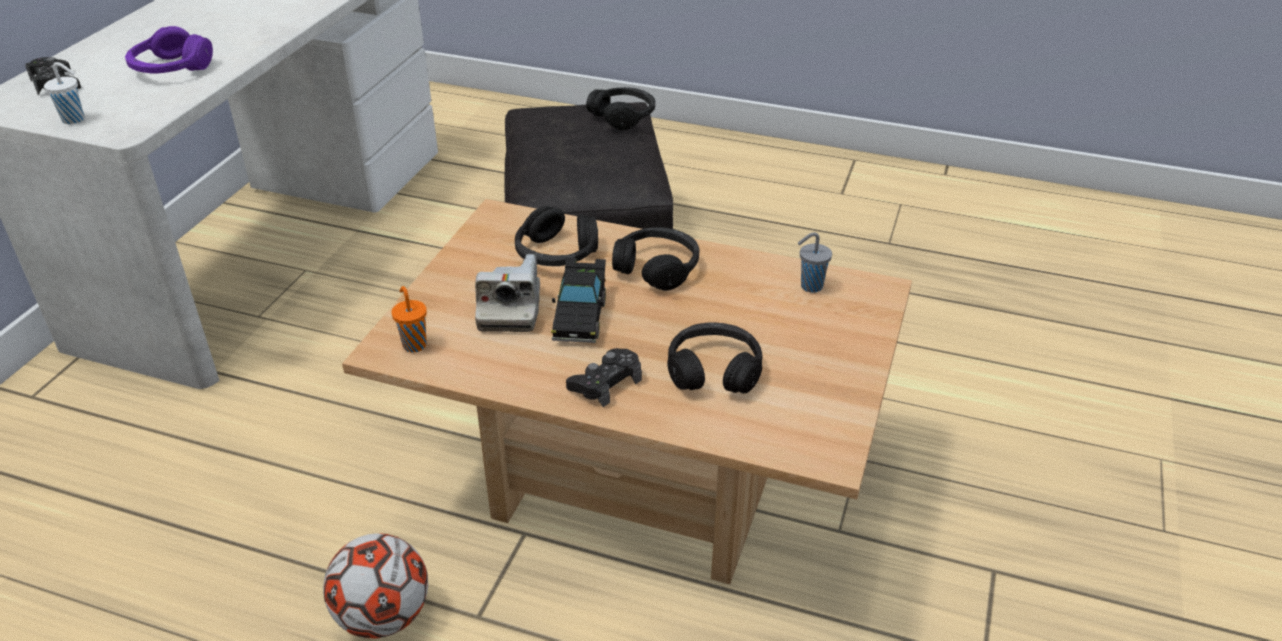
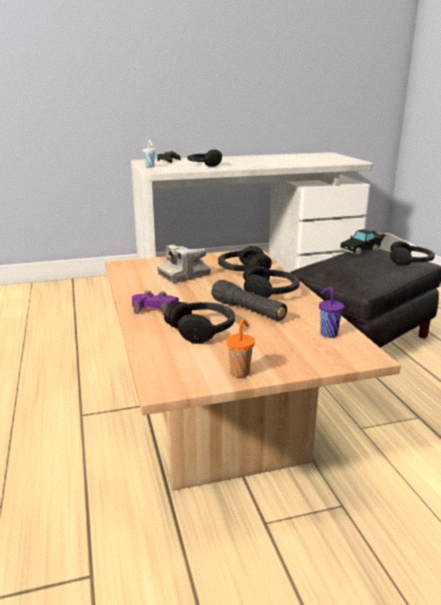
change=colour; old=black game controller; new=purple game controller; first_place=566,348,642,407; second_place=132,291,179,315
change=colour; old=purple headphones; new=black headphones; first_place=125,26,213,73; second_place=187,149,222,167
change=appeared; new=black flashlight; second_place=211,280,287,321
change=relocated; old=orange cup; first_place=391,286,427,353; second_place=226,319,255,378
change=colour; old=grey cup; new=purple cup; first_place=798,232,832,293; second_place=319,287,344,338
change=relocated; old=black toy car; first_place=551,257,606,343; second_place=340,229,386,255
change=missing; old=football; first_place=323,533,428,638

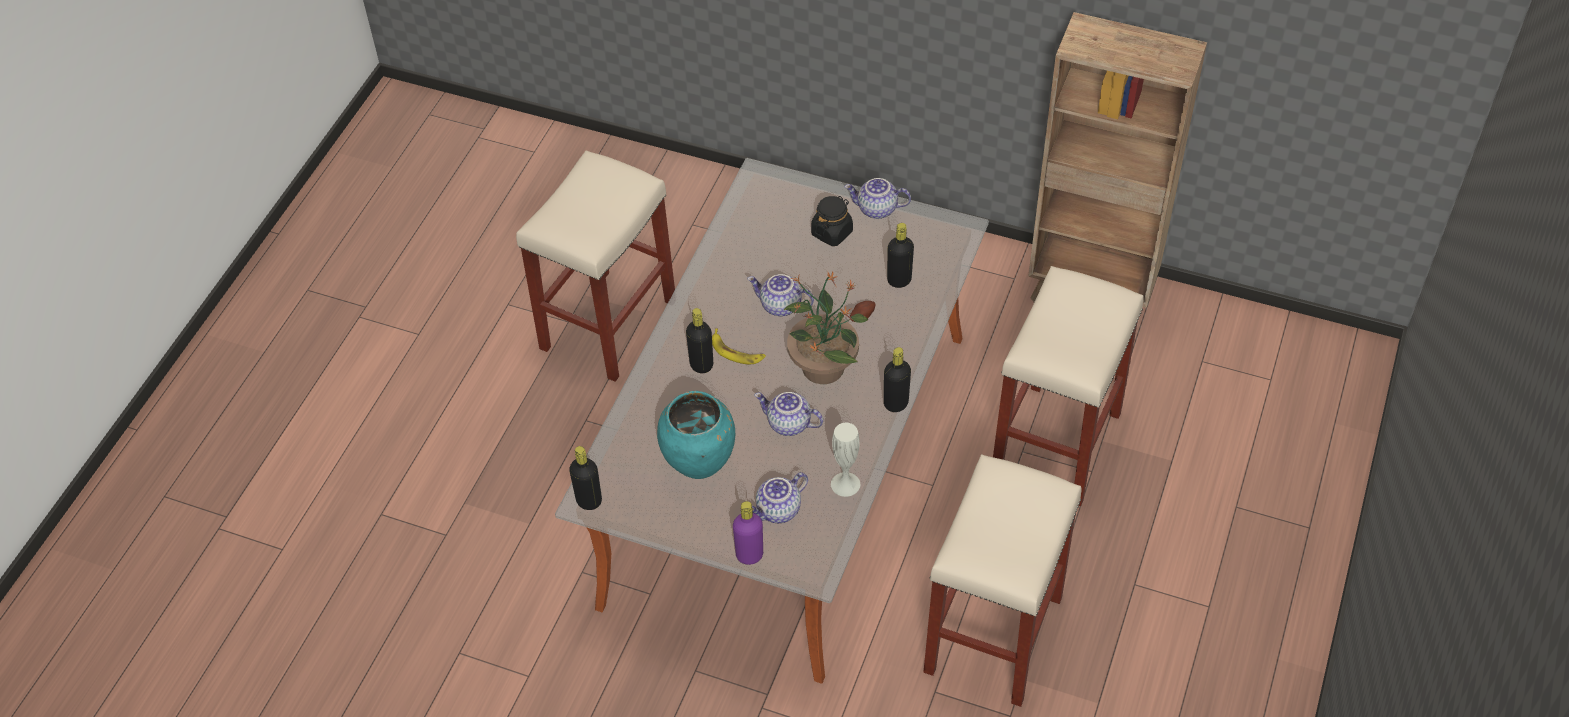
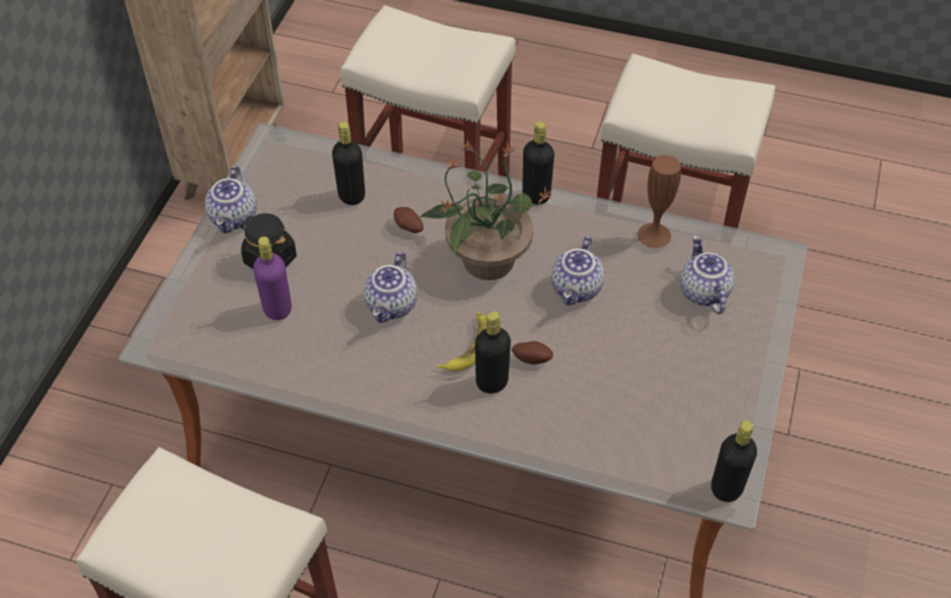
change=relocated; old=purple bottle; first_place=733,501,763,565; second_place=253,236,292,320
change=appeared; new=potato; second_place=512,341,553,365
change=colour; old=white vase; new=brown vase; first_place=831,423,860,497; second_place=637,155,681,248
change=spun; old=teapot; first_place=752,472,808,523; second_place=680,235,734,314; degrees=-150
change=missing; old=turquoise vase; first_place=657,391,735,479

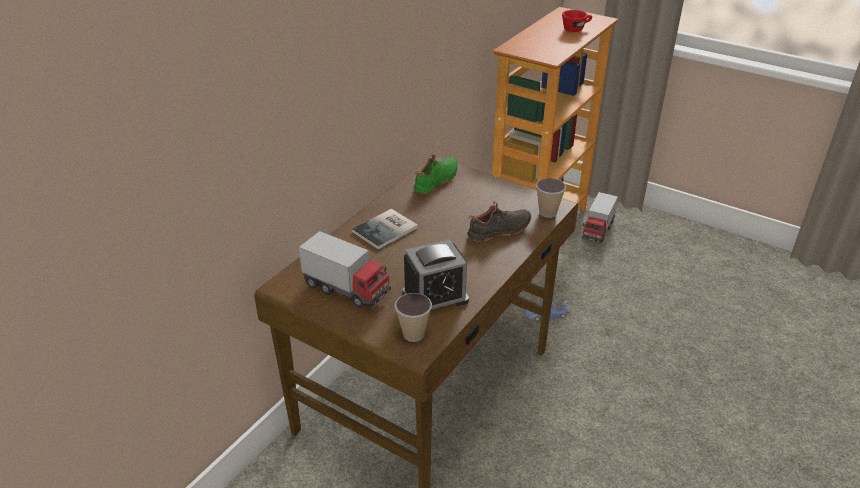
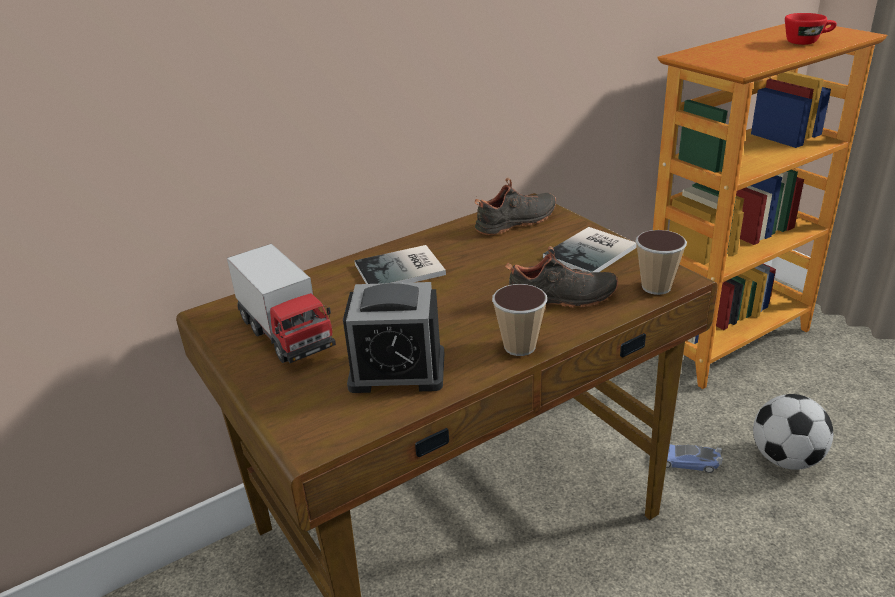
change=colour; old=green shoe; new=black shoe; first_place=414,154,458,194; second_place=475,178,556,235
change=relocated; old=cup; first_place=395,293,432,342; second_place=492,284,547,356
change=appeared; new=book; second_place=543,227,637,272
change=appeared; new=football; second_place=753,394,833,470
change=missing; old=toy truck; first_place=582,192,618,243

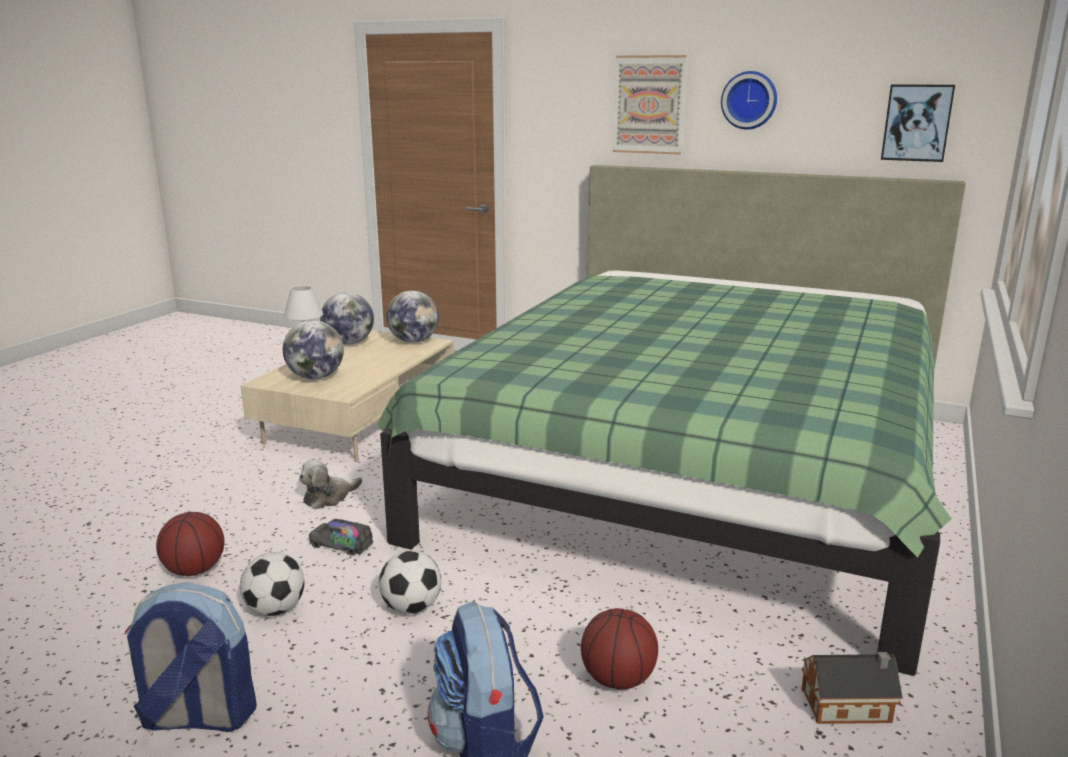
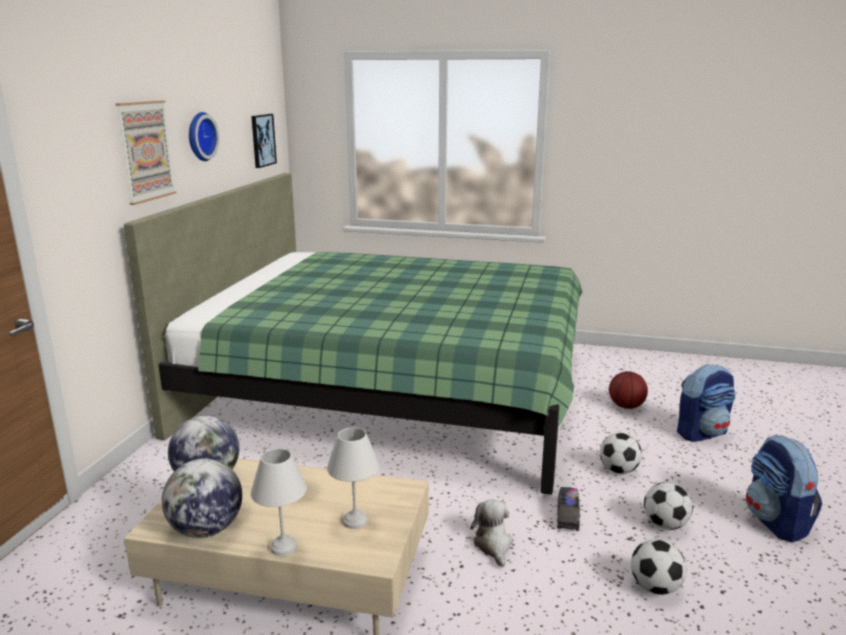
change=exchanged; old=globe; new=white table lamp; first_place=283,320,344,379; second_place=327,427,379,529
change=spun; old=plush toy; first_place=299,460,362,509; second_place=470,500,513,567; degrees=-135
change=exchanged; old=basketball; new=football; first_place=156,512,225,576; second_place=631,539,686,595
change=missing; old=toy house; first_place=801,652,903,724

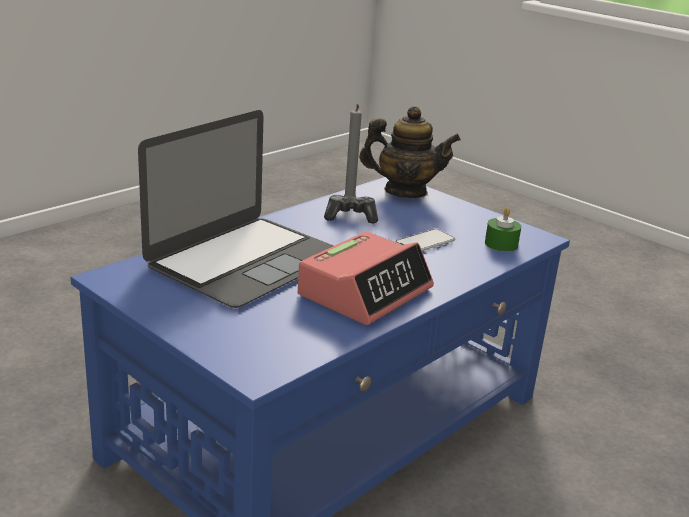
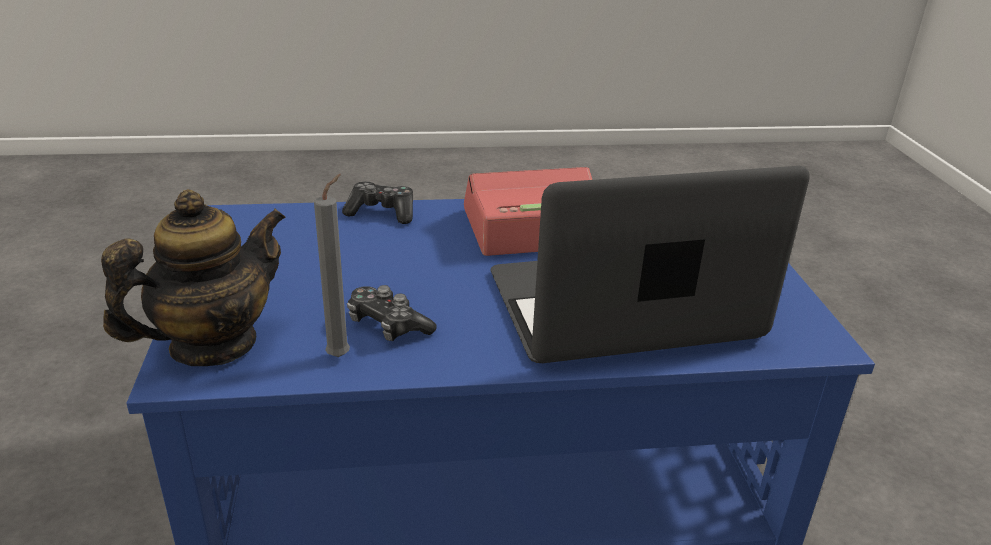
change=spun; old=teapot; first_place=359,106,461,198; second_place=101,189,285,366; degrees=90
change=appeared; new=game controller; second_place=342,181,413,224
change=missing; old=phone; first_place=395,229,455,251
change=missing; old=green candle; first_place=485,208,522,252

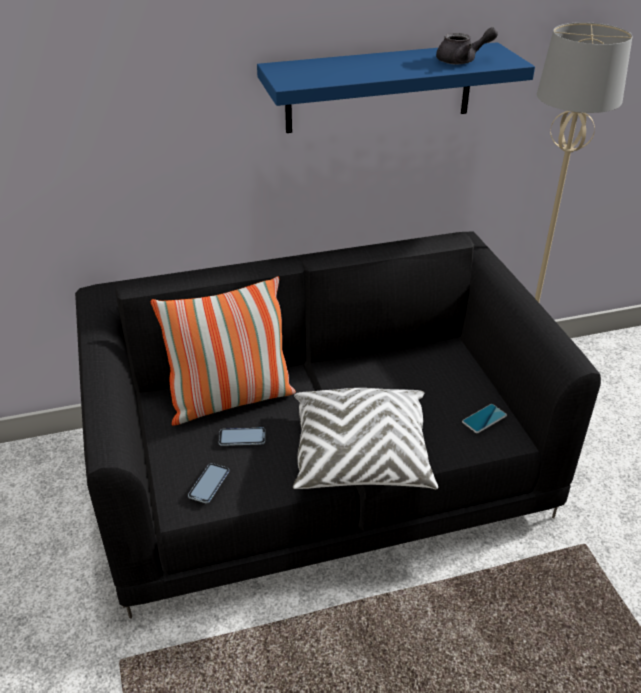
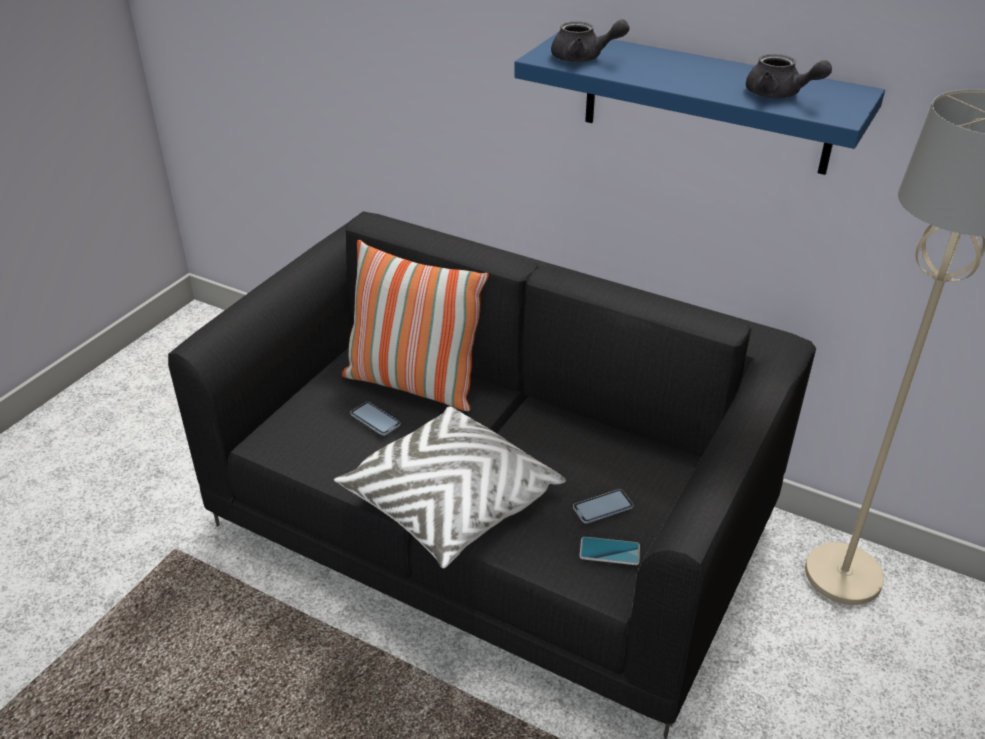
change=appeared; new=grey teapot; second_place=551,19,629,62
change=relocated; old=phone; first_place=188,463,229,503; second_place=573,489,633,524

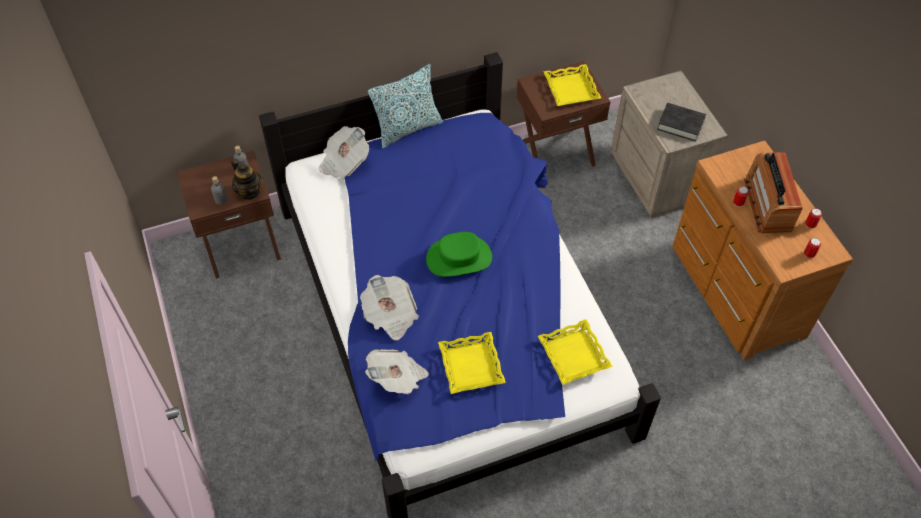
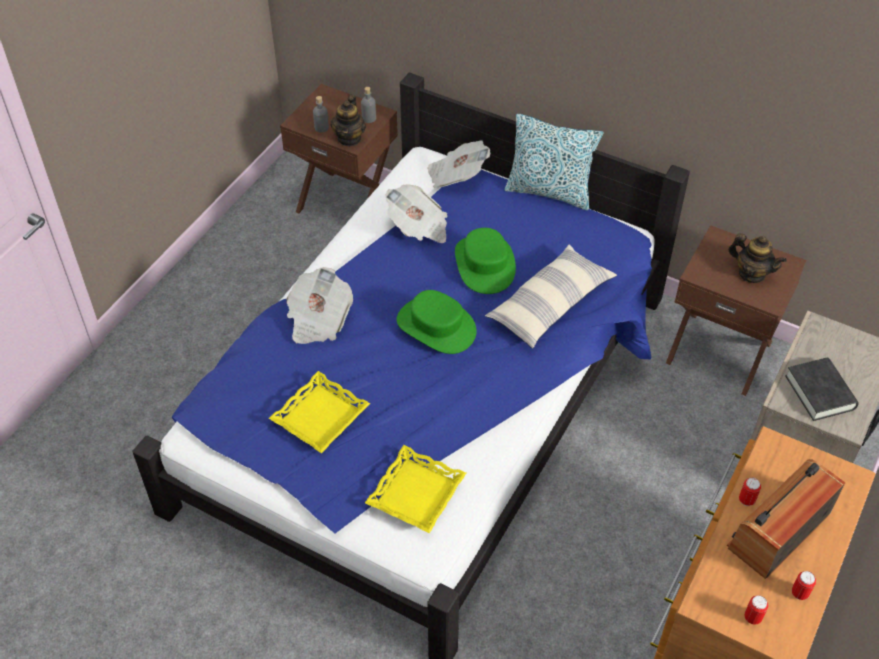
change=relocated; old=newspaper; first_place=365,349,429,395; second_place=385,184,447,243
change=appeared; new=green hat; second_place=455,228,516,294
change=appeared; new=pillow; second_place=485,244,617,349
change=exchanged; old=yellow tray; new=teapot; first_place=543,64,601,106; second_place=728,233,787,283

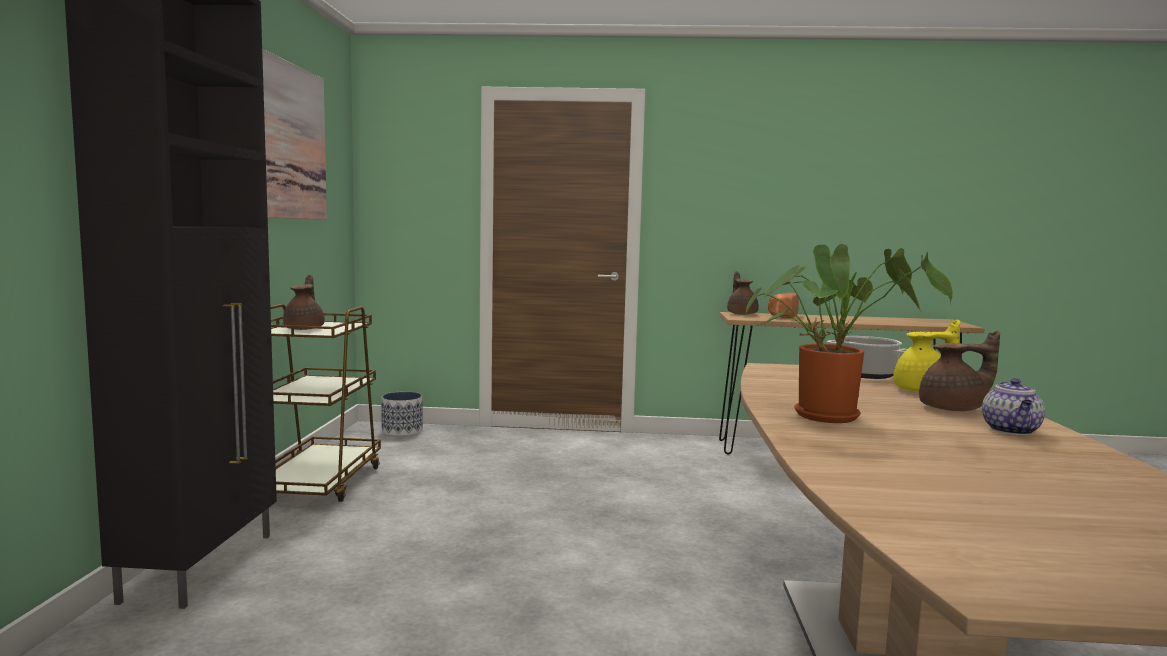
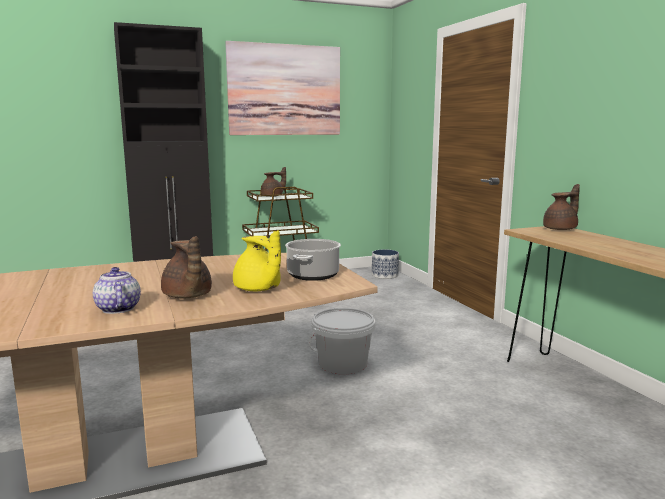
change=spun; old=teapot; first_place=982,378,1045,435; second_place=93,267,141,314; degrees=75
change=appeared; new=white bucket; second_place=308,308,375,375
change=missing; old=potted plant; first_place=745,244,953,423
change=missing; old=bread; first_place=768,293,799,319

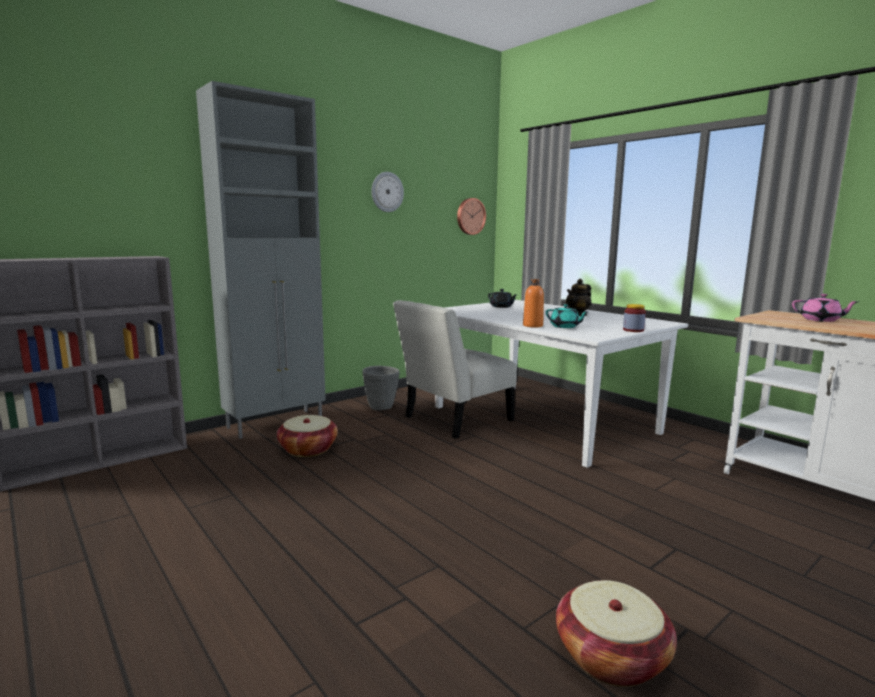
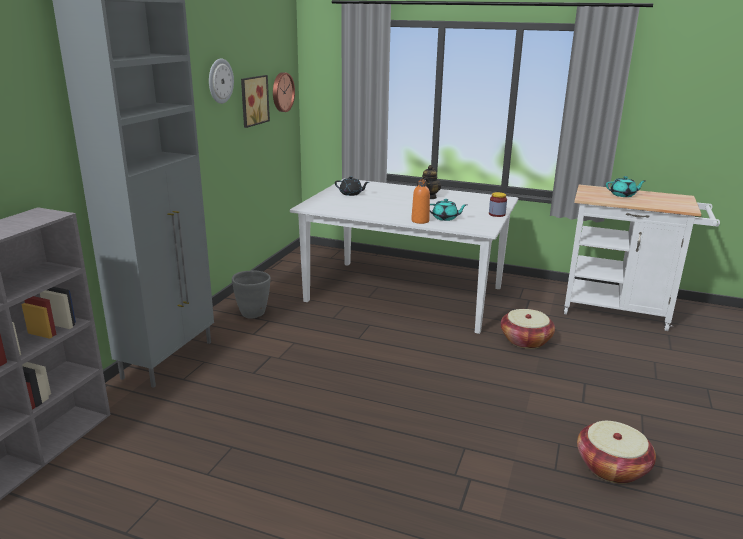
change=appeared; new=picture; second_place=241,75,270,128
change=relocated; old=basket; first_place=277,415,338,457; second_place=501,309,555,349
change=colour; old=pink teapot; new=turquoise teapot; first_place=792,294,859,322; second_place=606,176,645,197
change=missing; old=white chair; first_place=393,300,517,439

